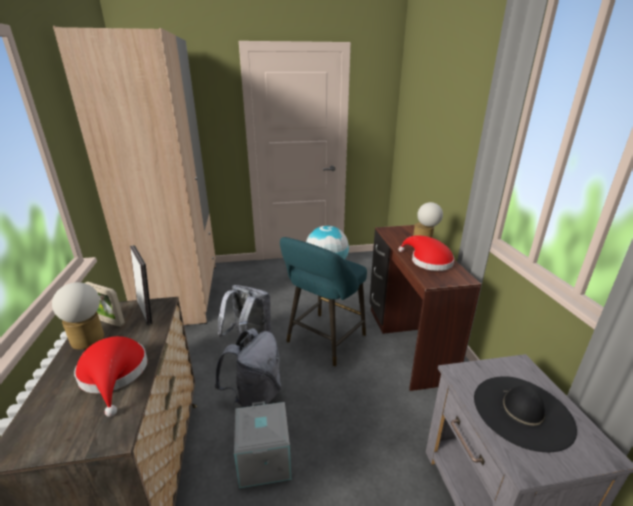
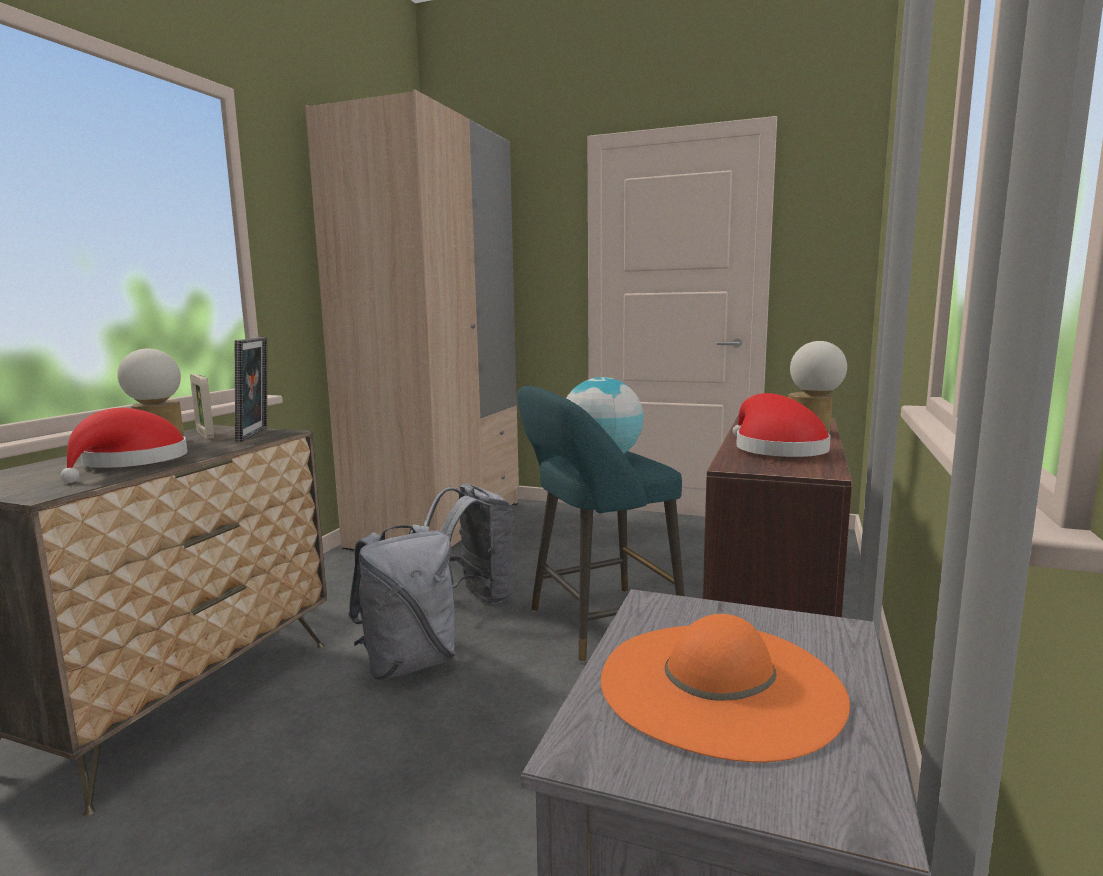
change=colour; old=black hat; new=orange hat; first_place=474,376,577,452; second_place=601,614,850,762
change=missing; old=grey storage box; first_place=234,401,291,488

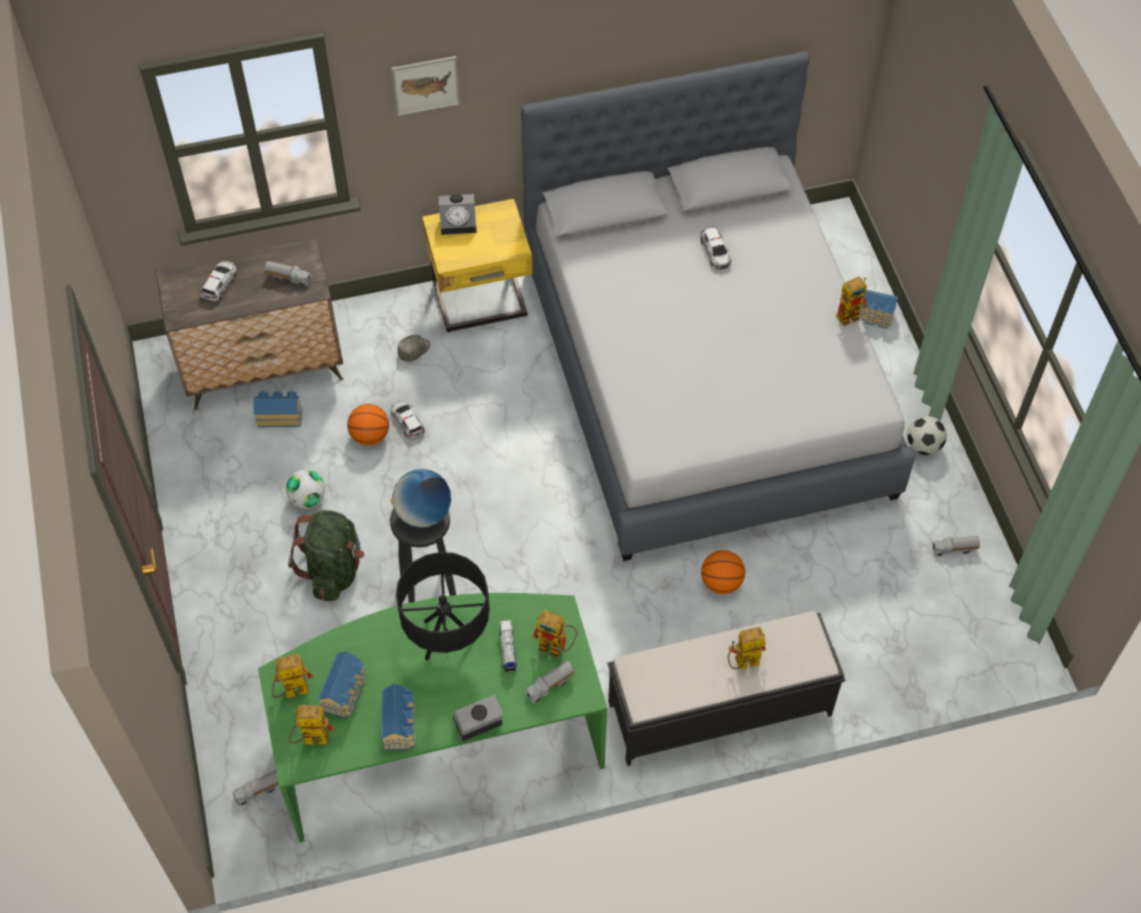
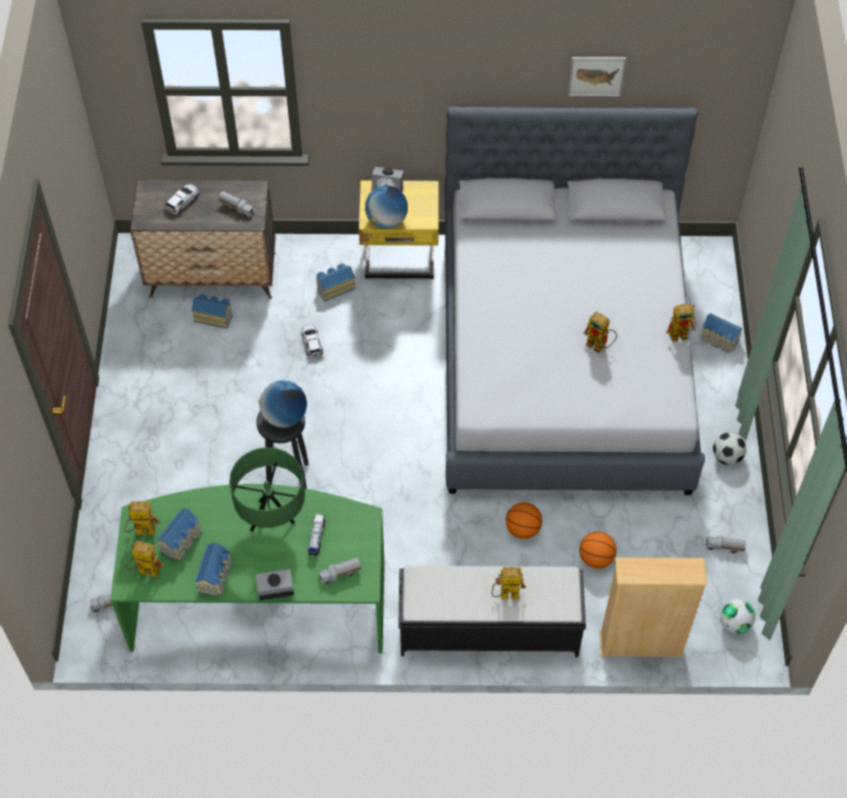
change=colour; old=black table lamp; new=green table lamp; first_place=396,552,490,660; second_place=229,447,305,532
change=exchanged; old=grey cap; new=toy house; first_place=397,335,430,362; second_place=316,263,355,302
change=appeared; new=globe; second_place=365,186,408,229
change=relocated; old=picture; first_place=391,56,460,116; second_place=568,57,626,97
change=relocated; old=basketball; first_place=347,404,389,446; second_place=579,532,617,569
change=relocated; old=toy robot; first_place=532,610,577,658; second_place=583,311,617,353
change=appeared; new=beige bookcase; second_place=599,557,707,657
change=relocated; old=football; first_place=286,469,325,508; second_place=720,599,755,634
change=missing; old=green backpack; first_place=288,510,364,601
change=missing; old=toy car; first_place=700,227,731,269

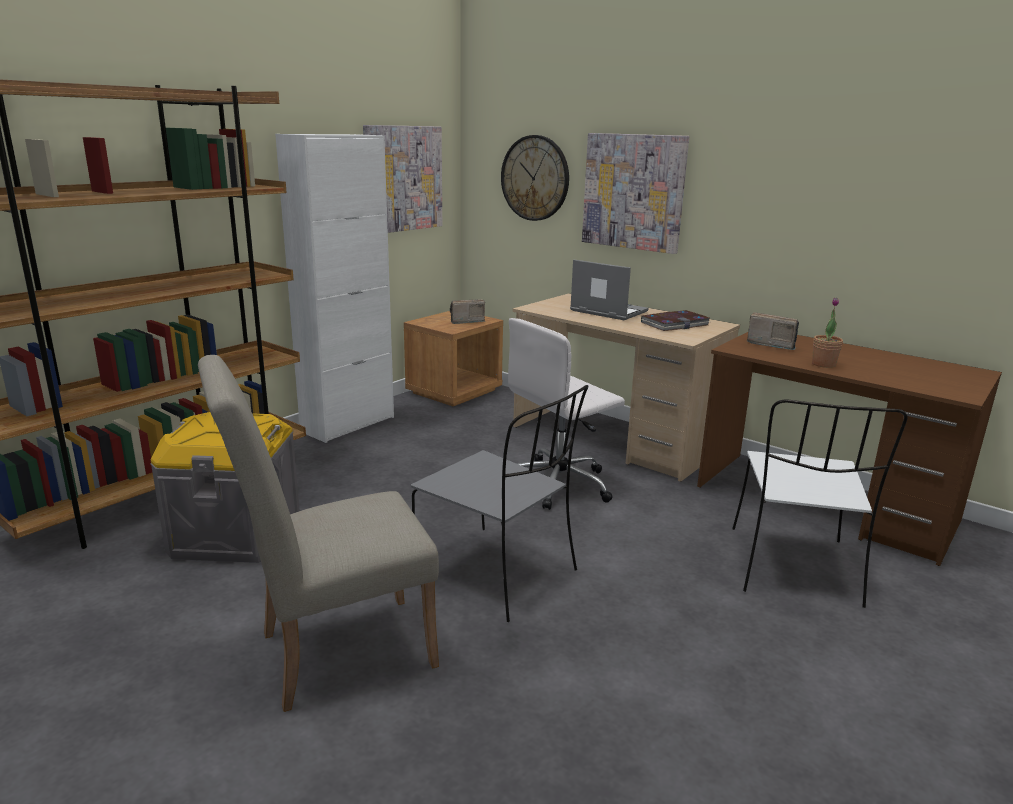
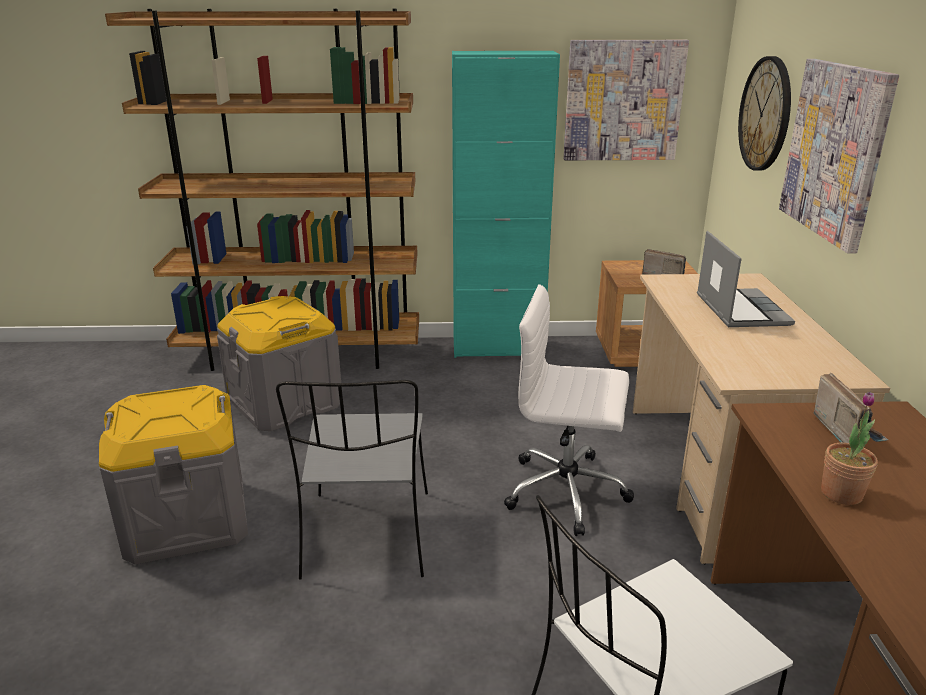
change=exchanged; old=beige chair; new=grey storage box; first_place=198,355,439,712; second_place=99,385,248,565
change=colour; old=white cabinet; new=turquoise cabinet; first_place=275,134,394,443; second_place=452,51,560,358
change=missing; old=book; first_place=641,310,710,331

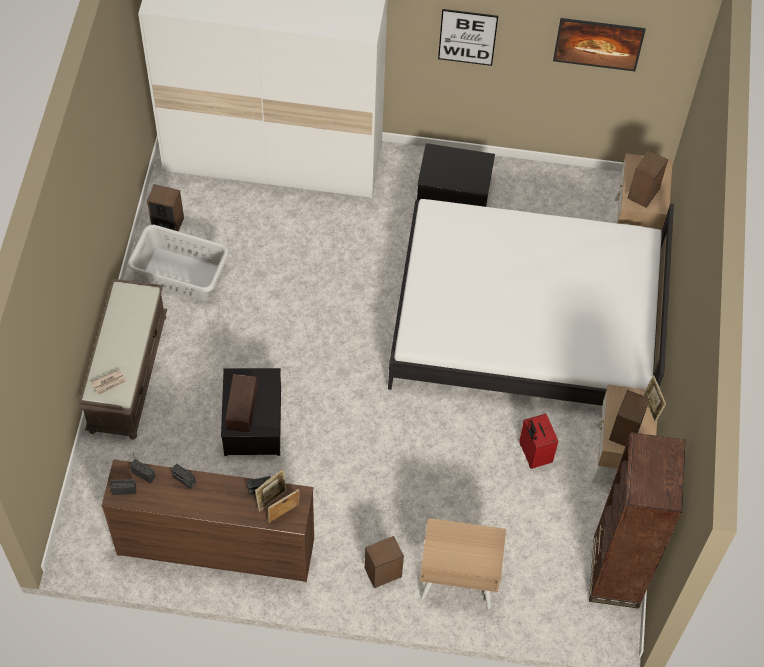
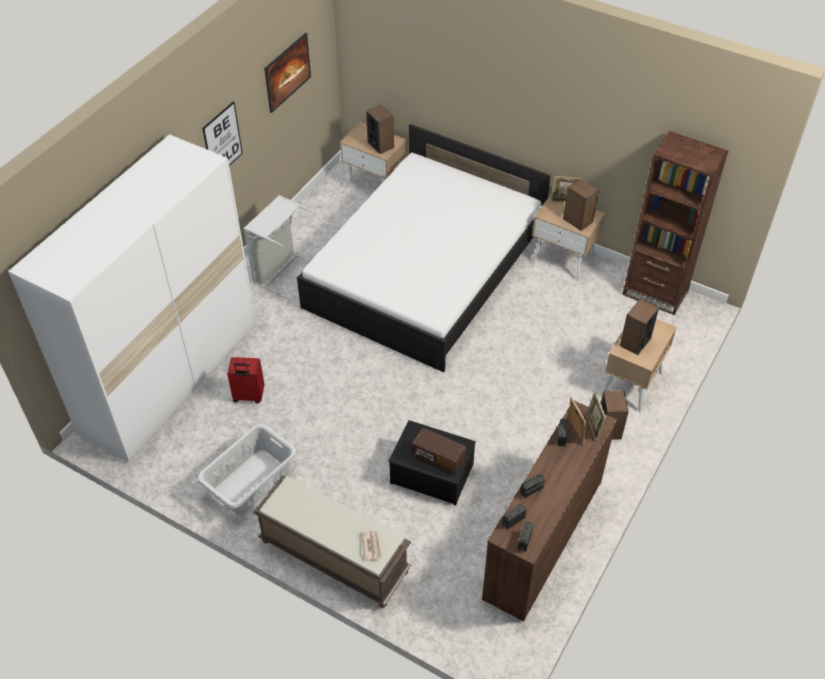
change=relocated; old=red suitcase; first_place=519,413,558,469; second_place=227,357,265,403
change=exchanged; old=storage box; new=grey laundry basket; first_place=417,143,495,207; second_place=244,195,317,300
change=relocated; old=speaker; first_place=147,184,184,232; second_place=620,298,659,355

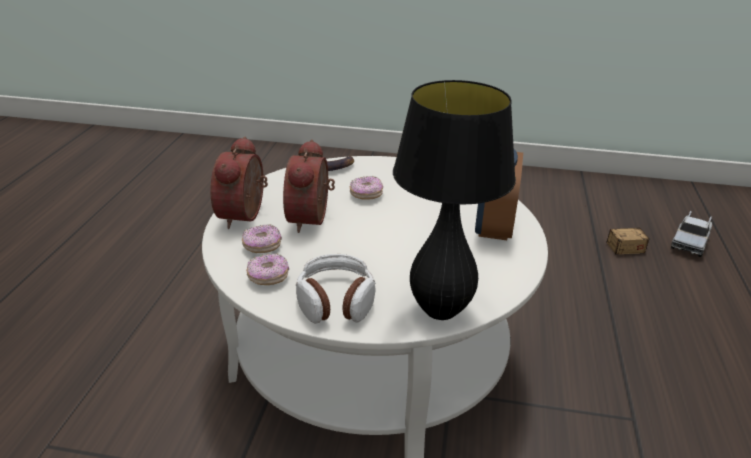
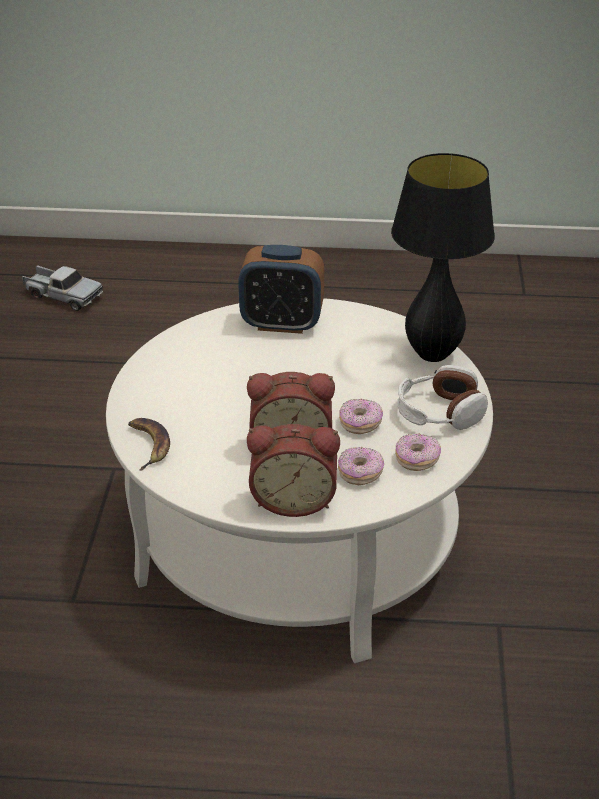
change=relocated; old=donut; first_place=350,176,383,200; second_place=339,399,383,434
change=missing; old=storage box; first_place=585,205,649,255

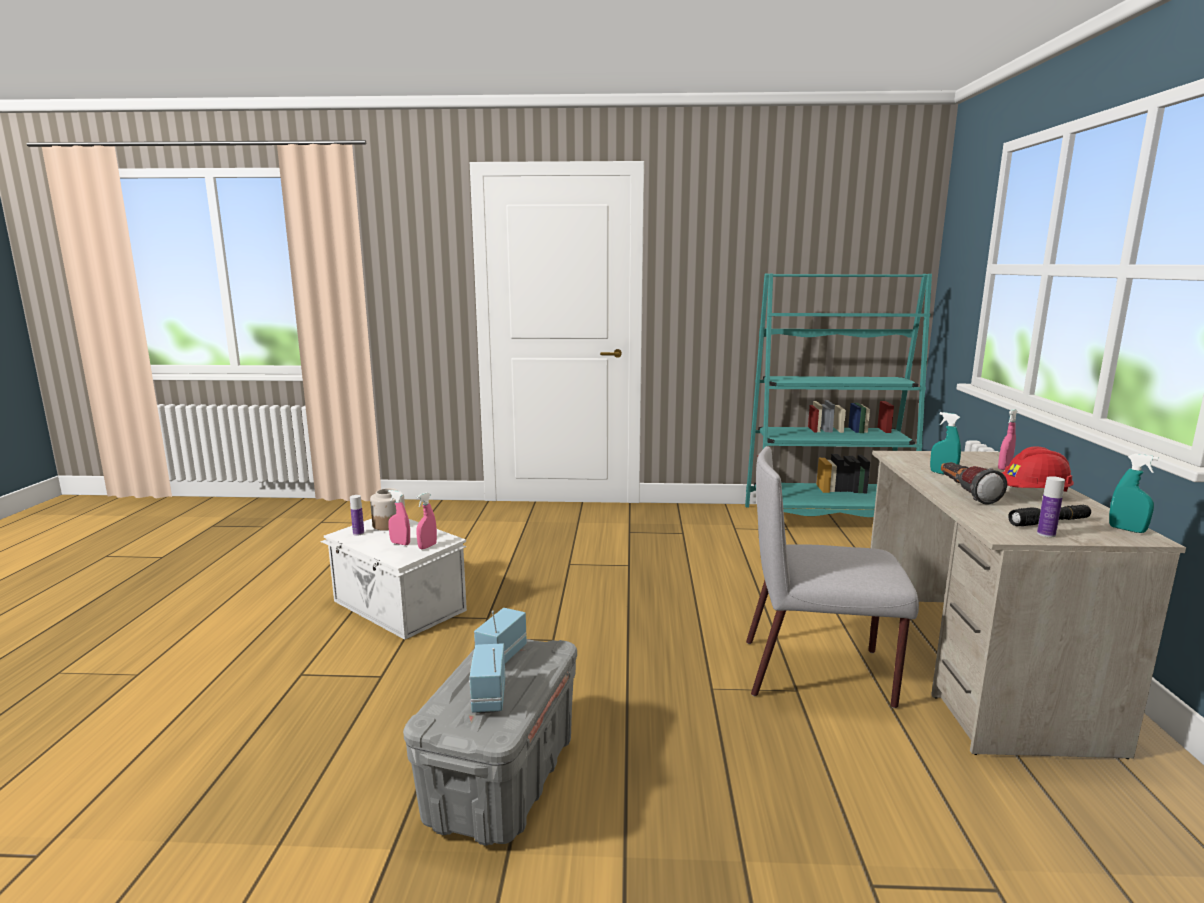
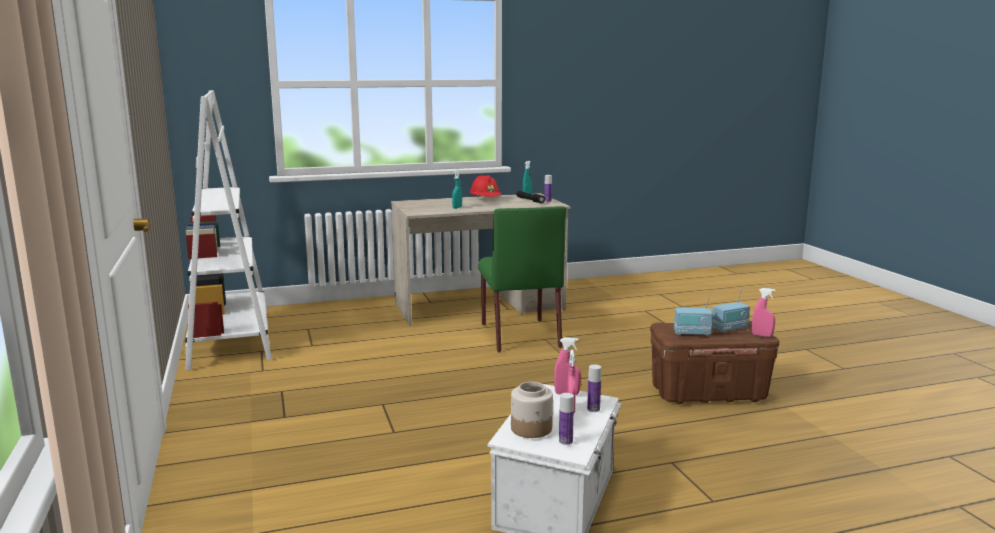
change=colour; old=turquoise bookcase; new=white bookcase; first_place=745,273,932,517; second_place=185,90,272,370
change=colour; old=grey chair; new=green chair; first_place=746,446,919,708; second_place=478,206,566,352
change=appeared; new=bottle; second_place=587,364,601,412
change=colour; old=grey storage box; new=brown storage box; first_place=403,639,577,846; second_place=650,321,779,404
change=relocated; old=pink spray bottle; first_place=998,409,1018,470; second_place=752,288,775,337
change=missing; old=flashlight; first_place=941,462,1007,505

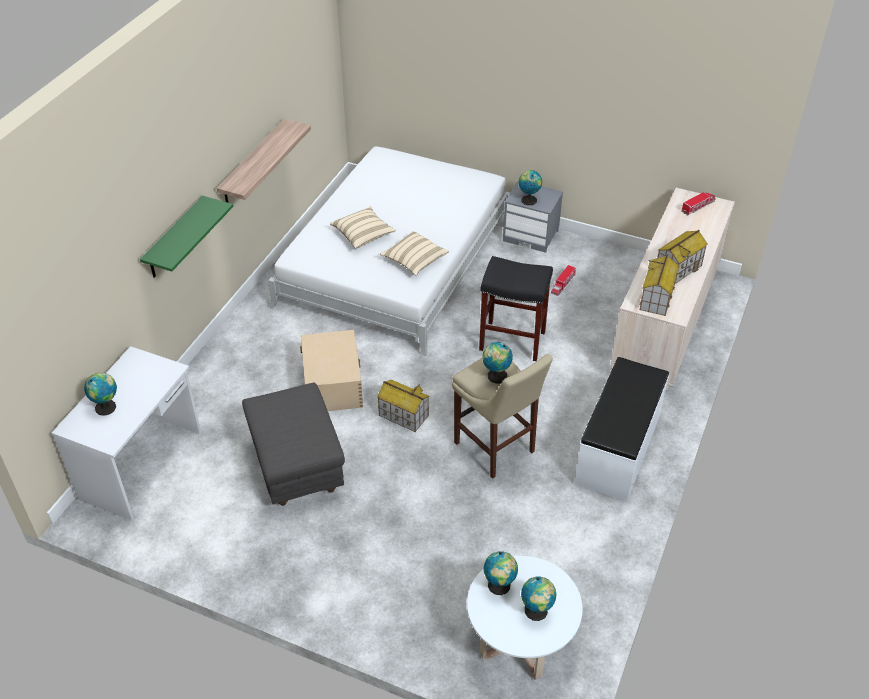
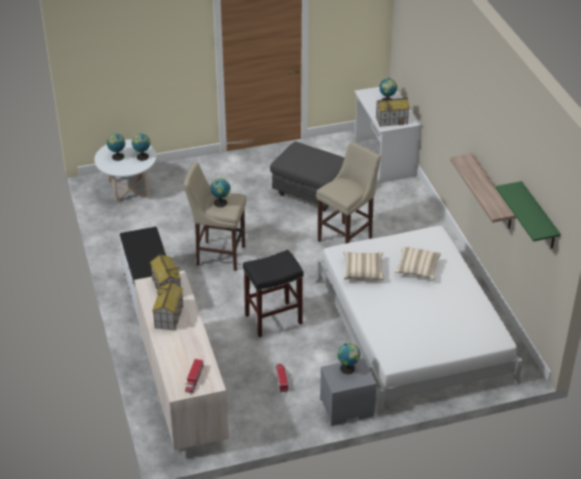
change=exchanged; old=beige storage box; new=beige stool; first_place=300,330,363,411; second_place=316,141,381,244
change=relocated; old=toy house; first_place=377,380,430,432; second_place=376,98,410,127
change=relocated; old=green shelf; first_place=140,196,233,277; second_place=496,181,561,248

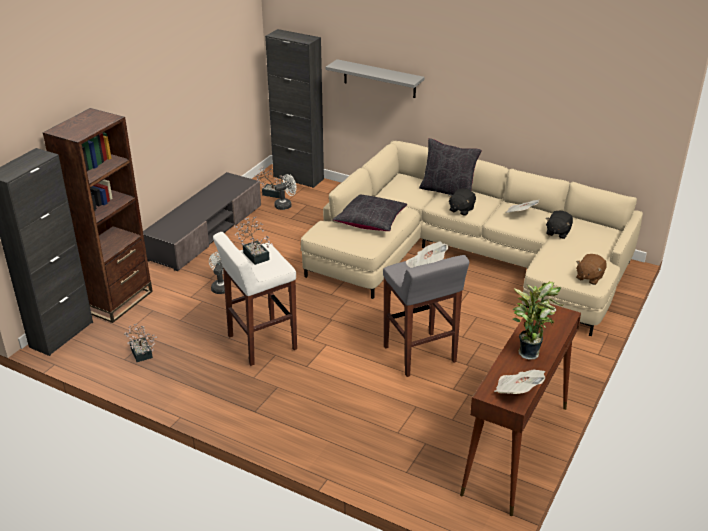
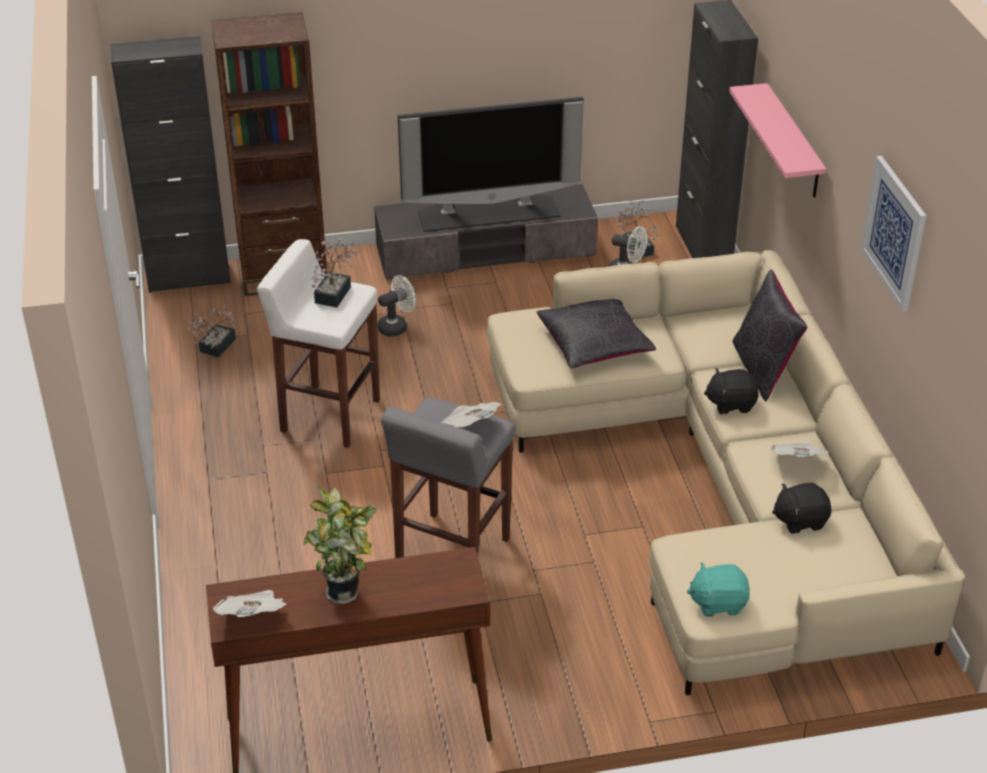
change=appeared; new=television; second_place=398,97,584,232
change=colour; old=brown plush toy; new=turquoise plush toy; first_place=576,254,607,285; second_place=687,562,750,617
change=colour; old=grey shelf; new=pink shelf; first_place=326,59,425,98; second_place=729,83,826,198
change=appeared; new=picture; second_place=860,156,926,312

